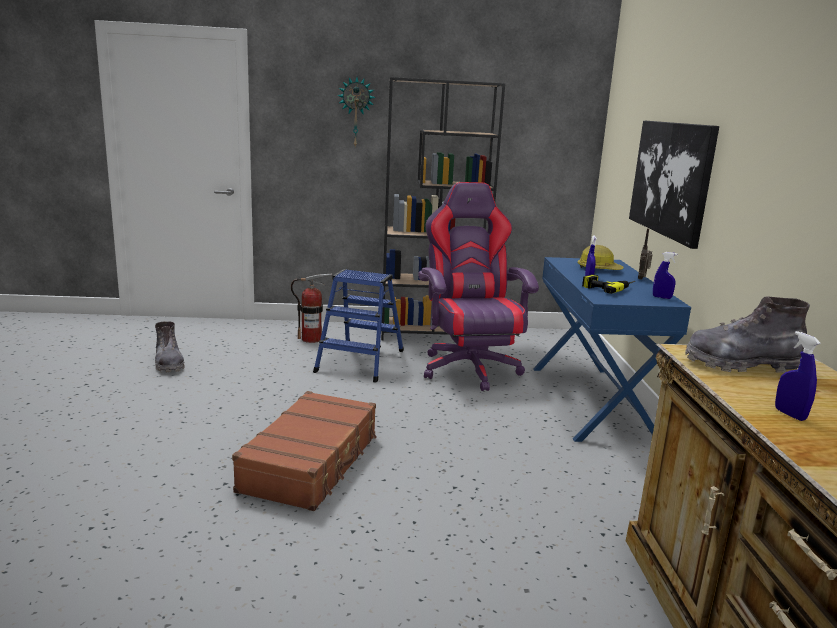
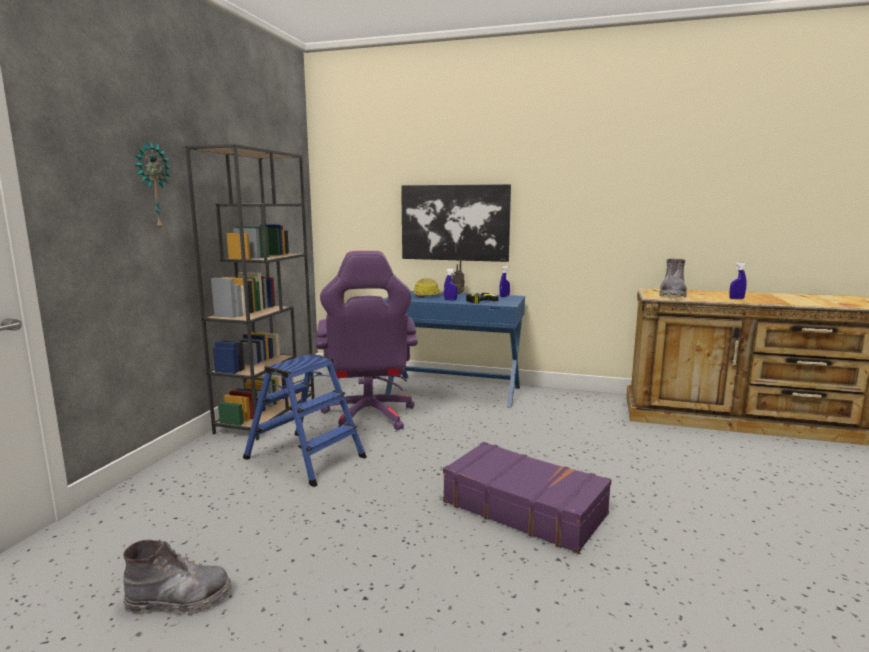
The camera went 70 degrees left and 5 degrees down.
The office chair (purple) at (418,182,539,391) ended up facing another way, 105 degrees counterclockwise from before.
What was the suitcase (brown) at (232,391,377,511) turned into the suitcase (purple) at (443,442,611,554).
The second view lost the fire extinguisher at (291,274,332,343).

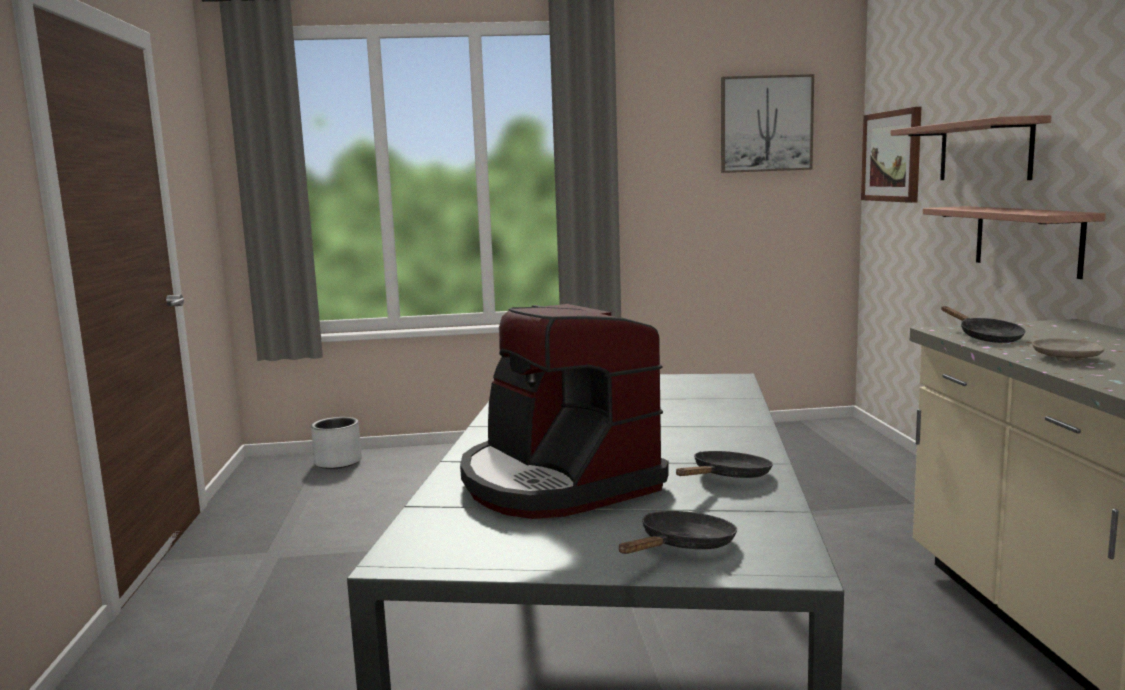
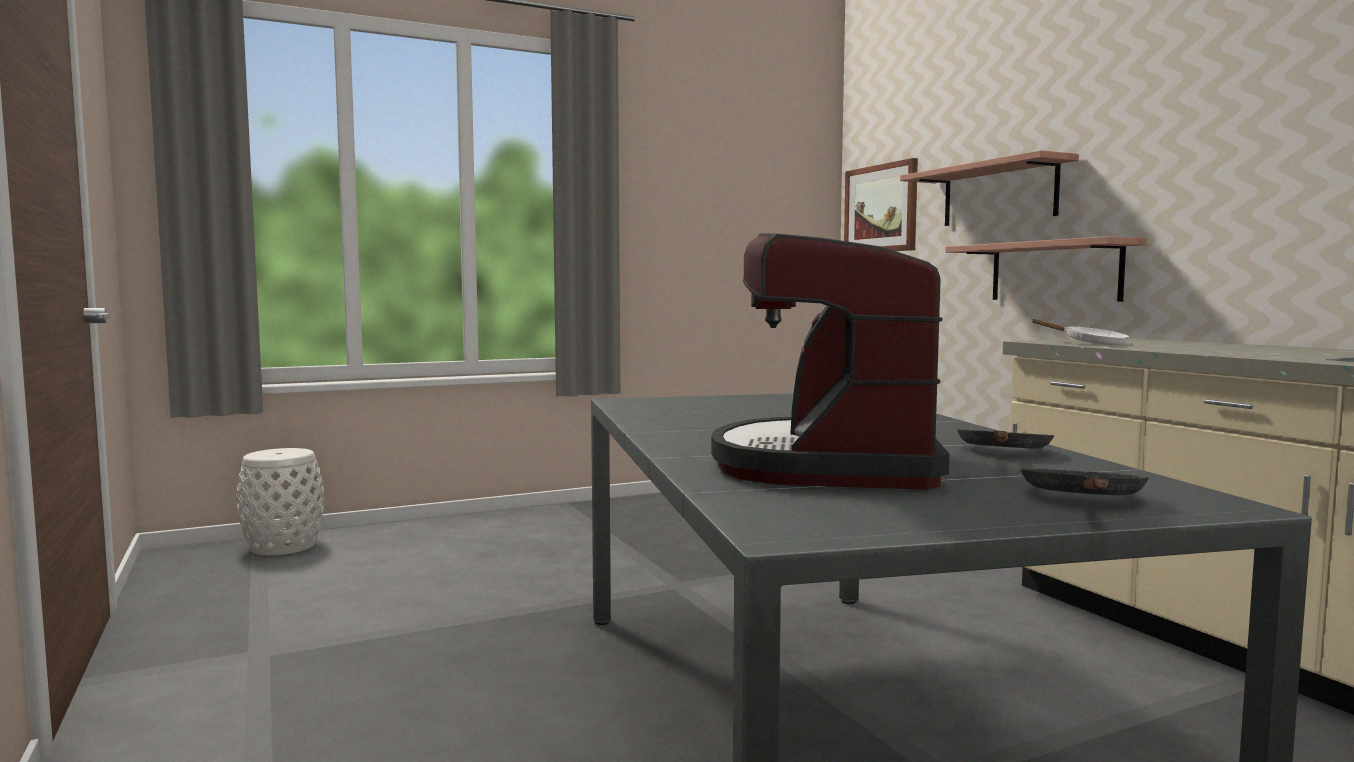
The camera went 20 degrees left and 5 degrees down.
Where the planter (grey) stood at (311,417,362,469), the stool (white) came to stand at (236,448,324,556).
The coffee machine at (460,304,669,519) ended up facing another way, 60 degrees clockwise from before.
What was the frying pan (black) at (941,306,1026,343) turned into the frying pan (white) at (1032,319,1129,345).
The second view lost the picture at (721,74,814,173).
The second view lost the plate (beige) at (1032,338,1105,361).

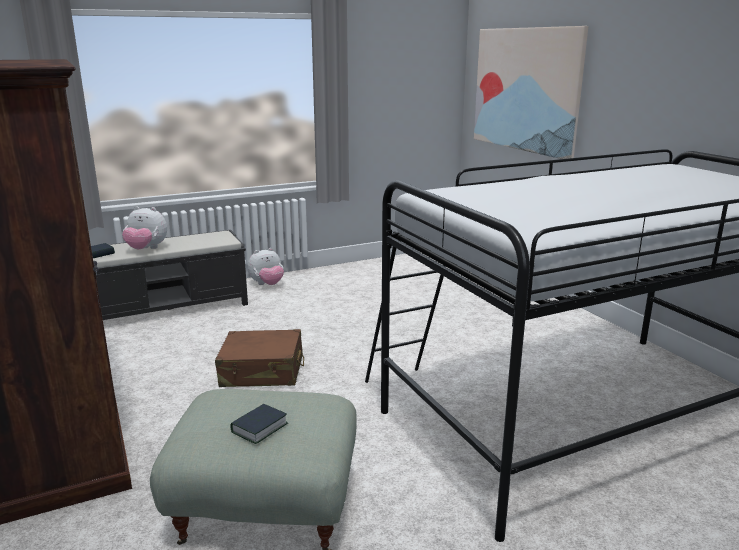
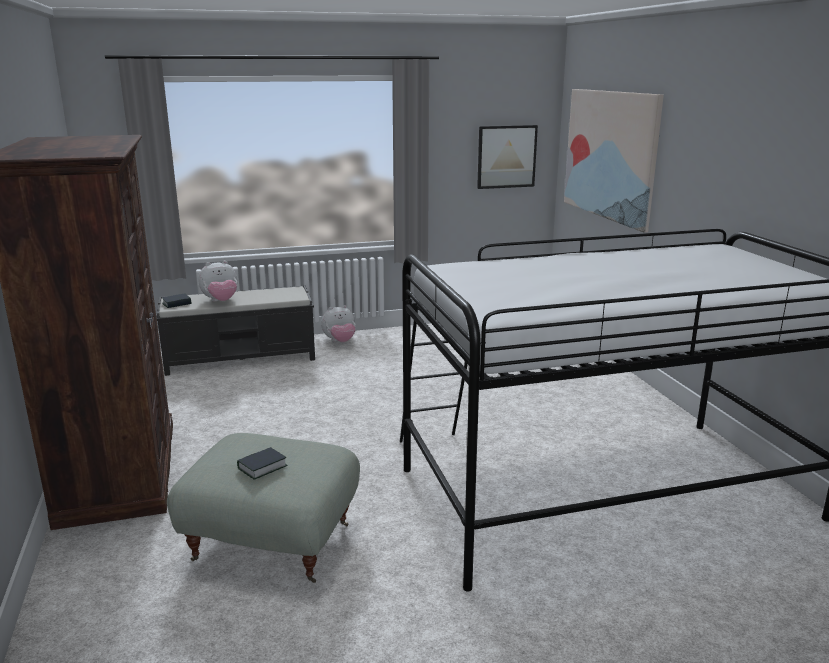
The camera went 10 degrees right and 0 degrees up.
The plush toy at (122,206,167,250) ended up facing another way, 45 degrees counterclockwise from before.
The second view gained the picture at (477,125,538,189).
The second view lost the suitcase (brown) at (215,329,304,387).

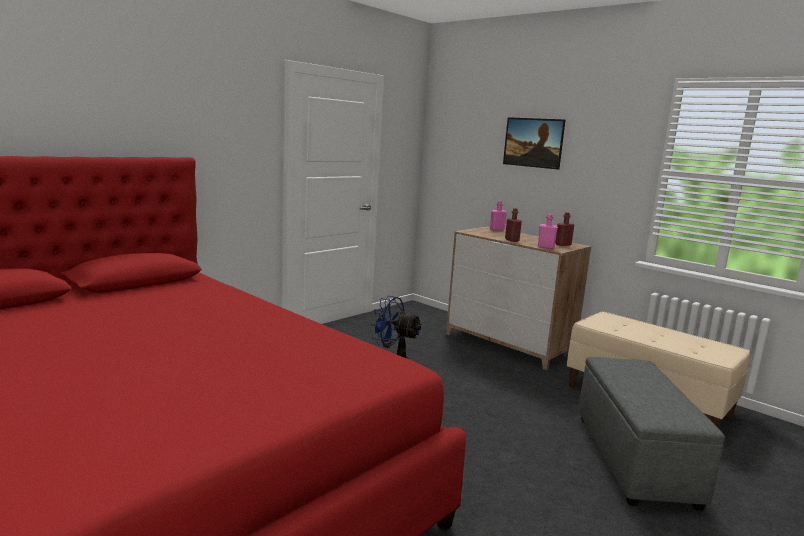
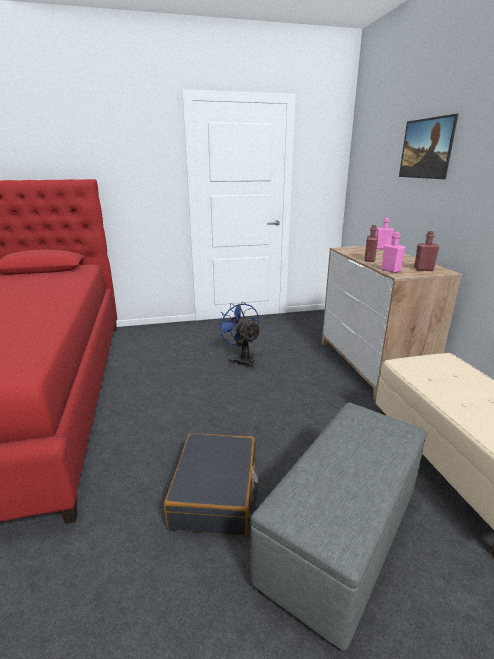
The camera went 35 degrees right and 10 degrees up.
The second view gained the suitcase (black) at (164,433,258,536).

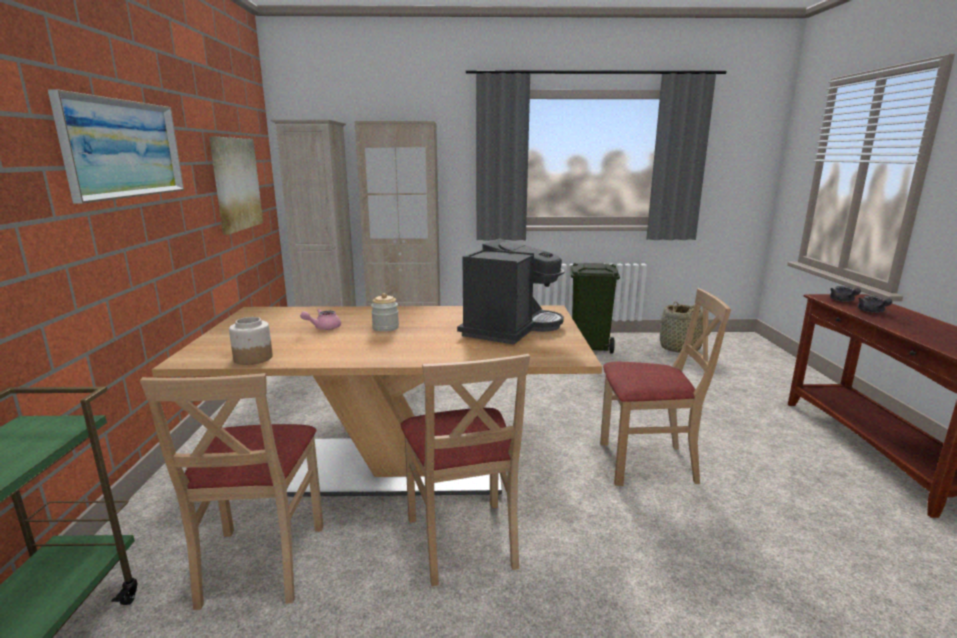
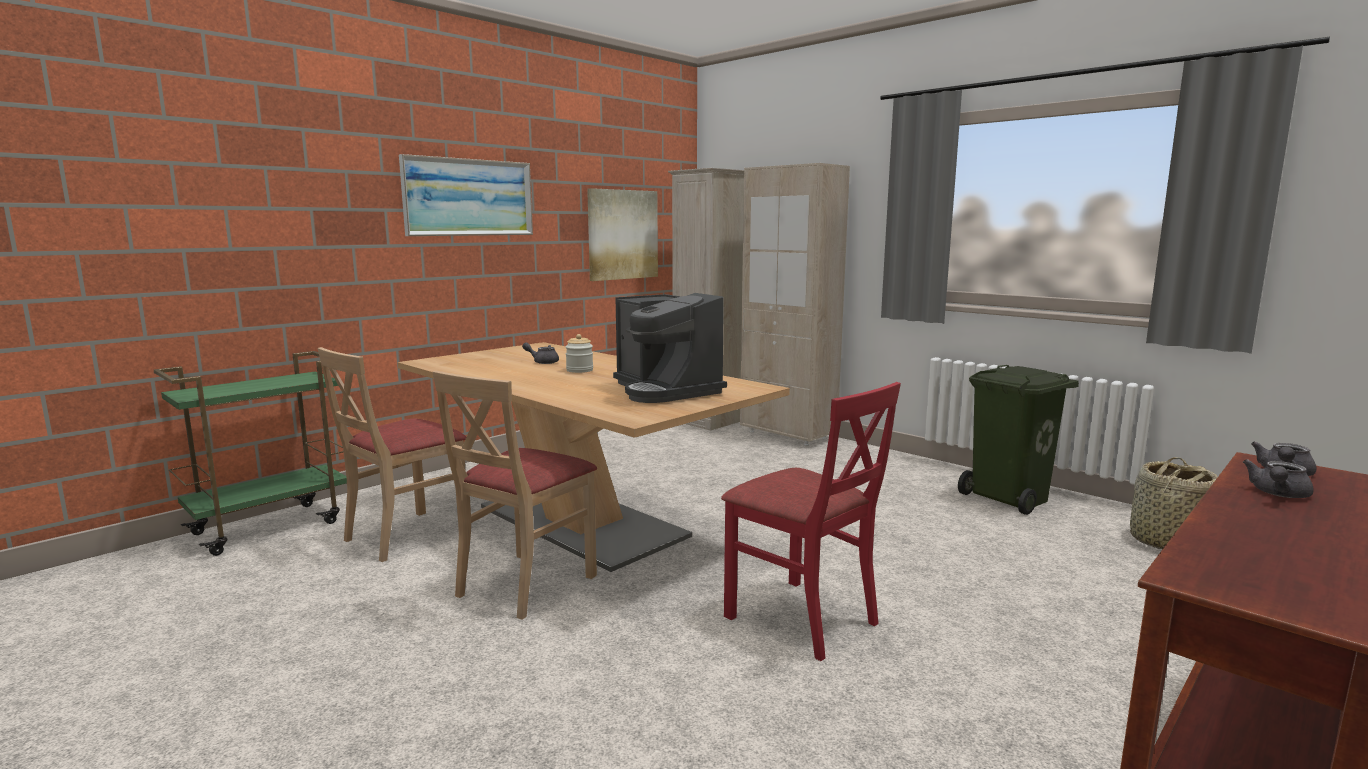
The camera went 45 degrees right and 5 degrees down.
What was the teapot (pink) at (300,309,341,330) turned into the teapot (grey) at (522,342,559,364).
The coffee machine at (457,238,565,345) ended up facing another way, 75 degrees clockwise from before.
What was the chair (beige) at (600,288,731,486) turned into the chair (red) at (721,382,901,661).
The second view lost the jar at (229,317,273,365).

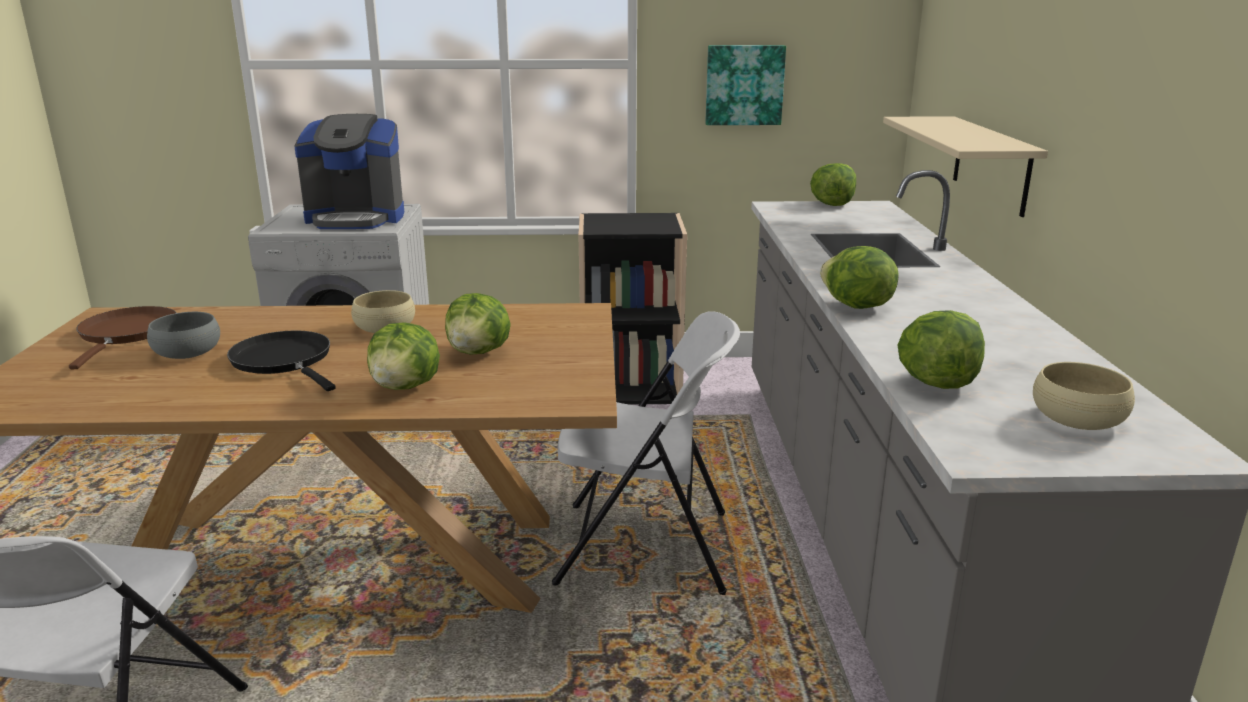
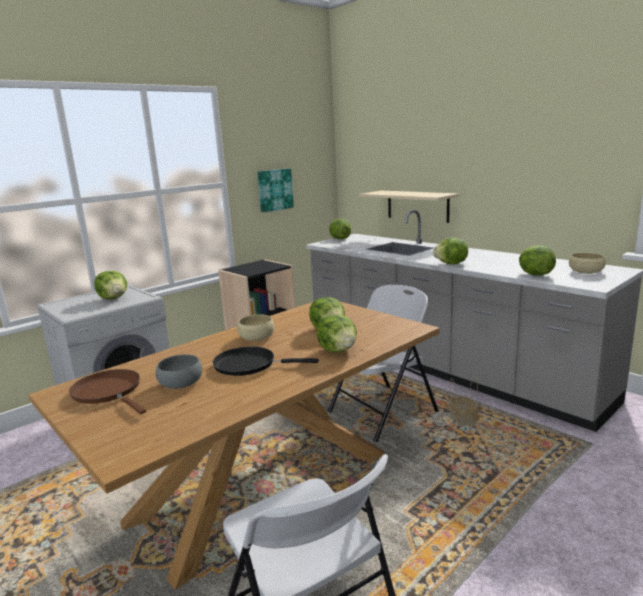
The camera went 40 degrees left and 5 degrees down.
Where the coffee machine stood at (294,114,404,229), the lettuce came to stand at (94,271,127,300).
The second view gained the basket at (449,375,478,426).

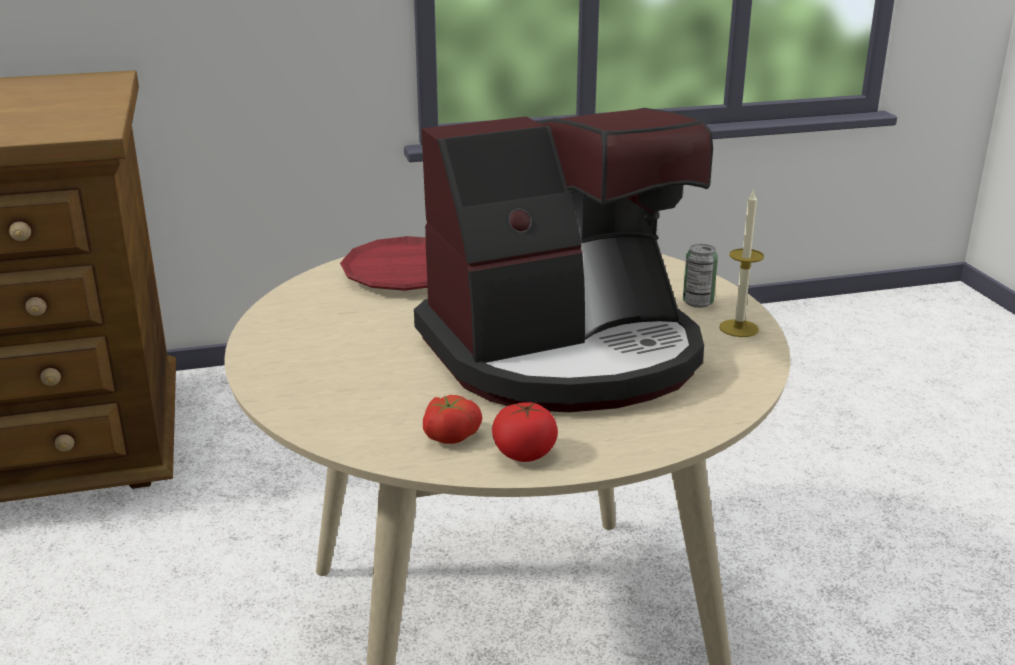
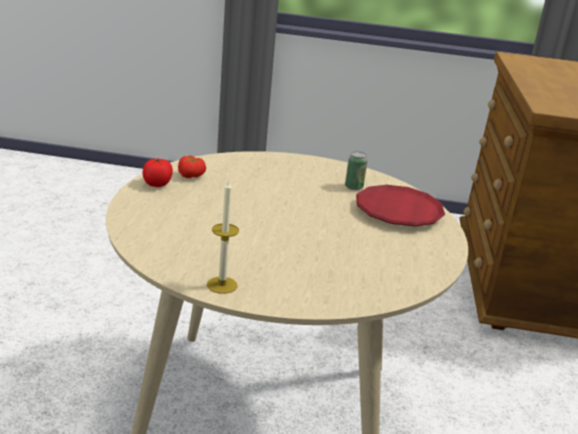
The camera went 110 degrees right and 0 degrees up.
The can ended up elsewhere, having gone from (683,244,718,308) to (345,151,368,190).
The second view lost the coffee machine at (414,108,713,412).

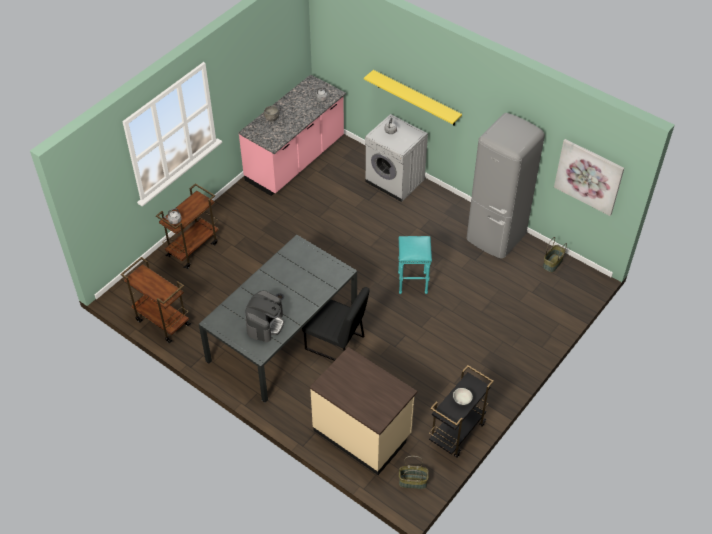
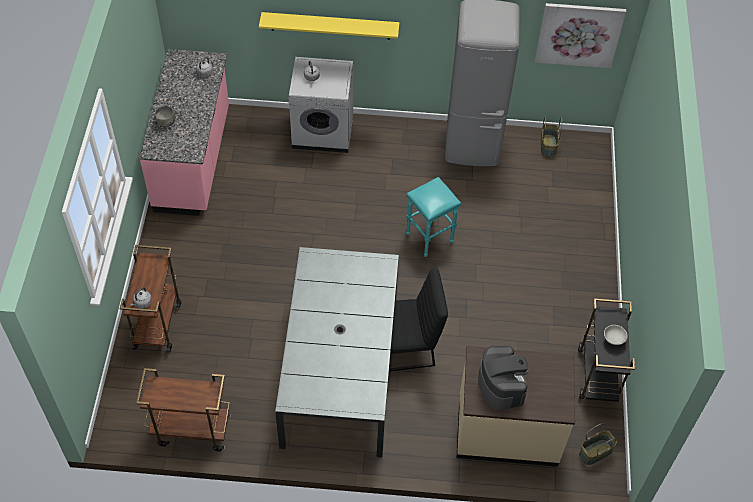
The camera went 35 degrees left and 5 degrees up.
The coffee machine ended up elsewhere, having gone from (246,290,284,342) to (478,346,528,411).

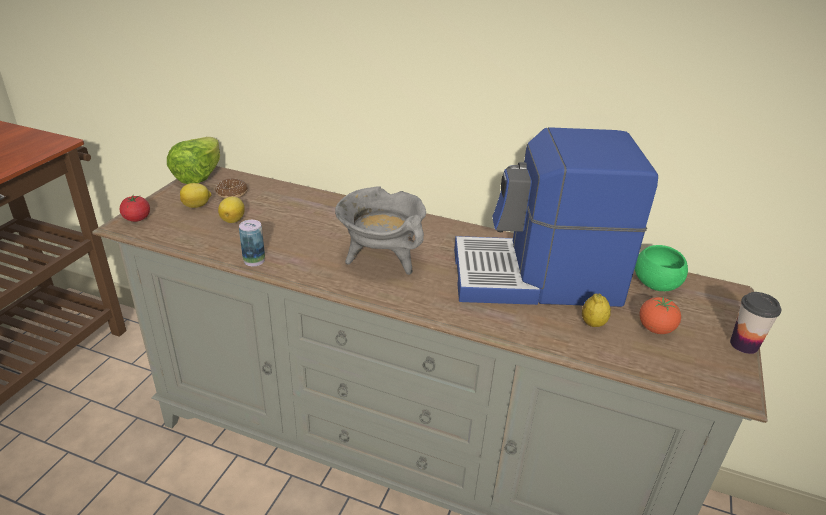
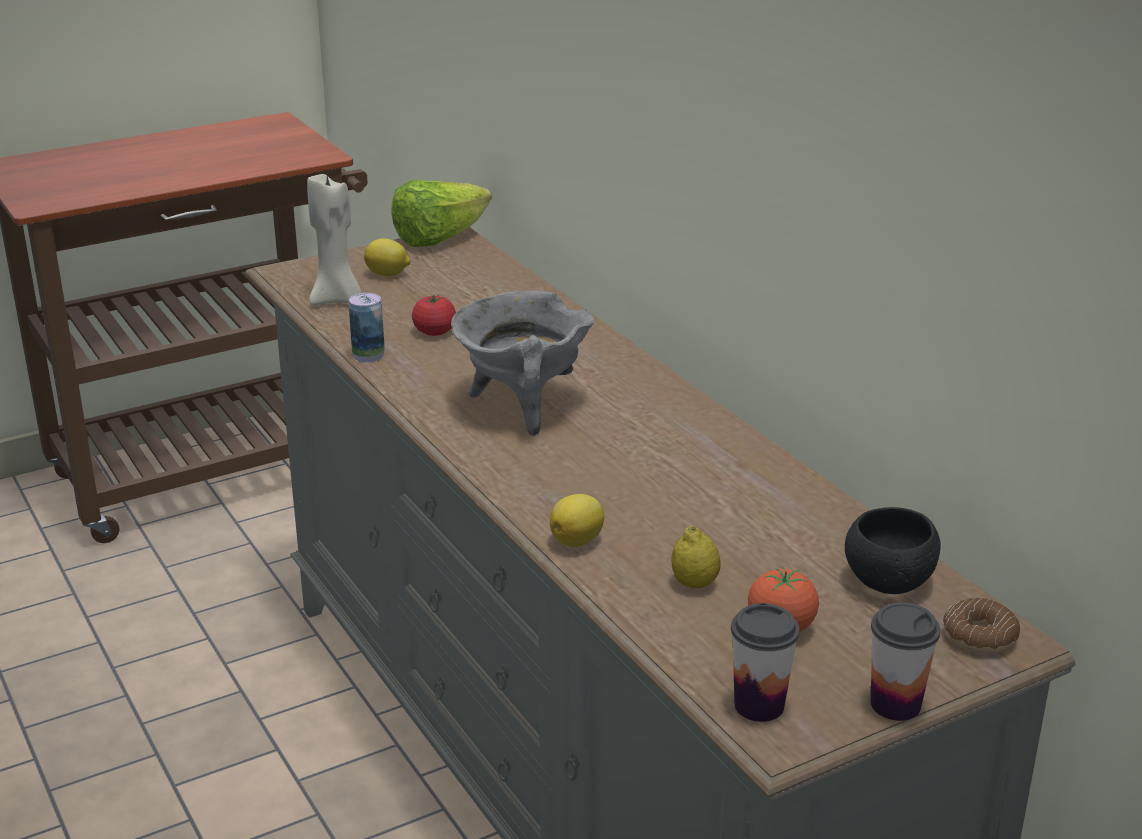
The camera went 40 degrees right and 5 degrees down.
The second view gained the candle (beige) at (307,174,362,305).
The tomato ended up elsewhere, having gone from (119,195,150,222) to (412,294,456,336).
The lemon ended up elsewhere, having gone from (218,197,245,223) to (550,494,604,547).
The second view gained the cup at (731,603,800,722).
What was the bowl (green) at (635,245,688,291) turned into the bowl (black) at (845,507,941,594).
The donut ended up elsewhere, having gone from (215,178,248,199) to (943,598,1020,654).
The second view lost the coffee machine at (454,127,658,307).

